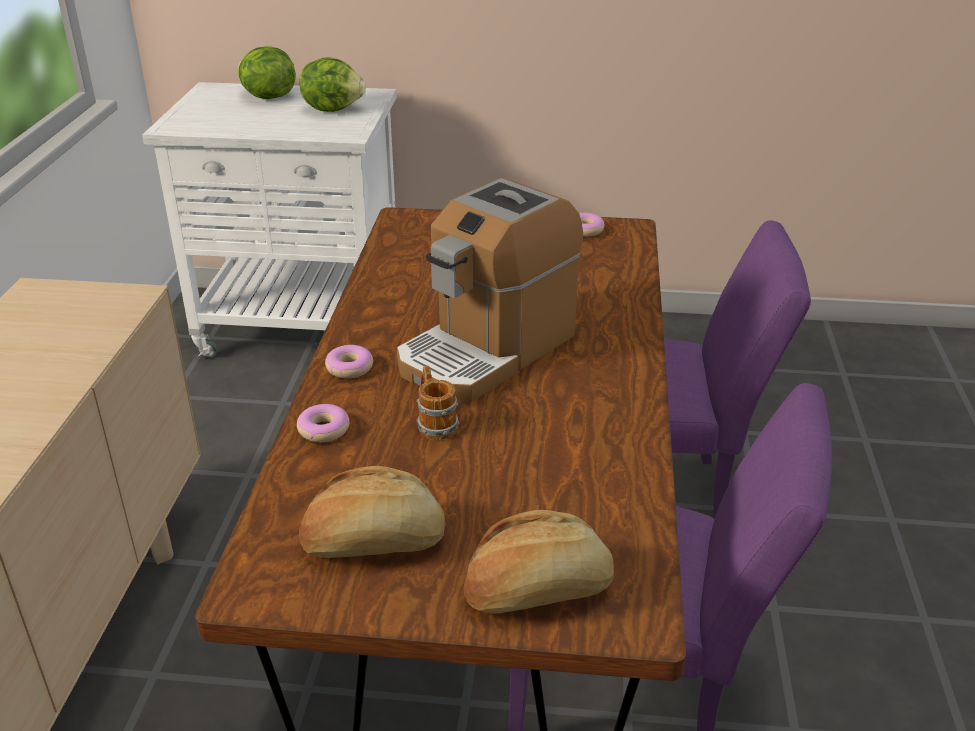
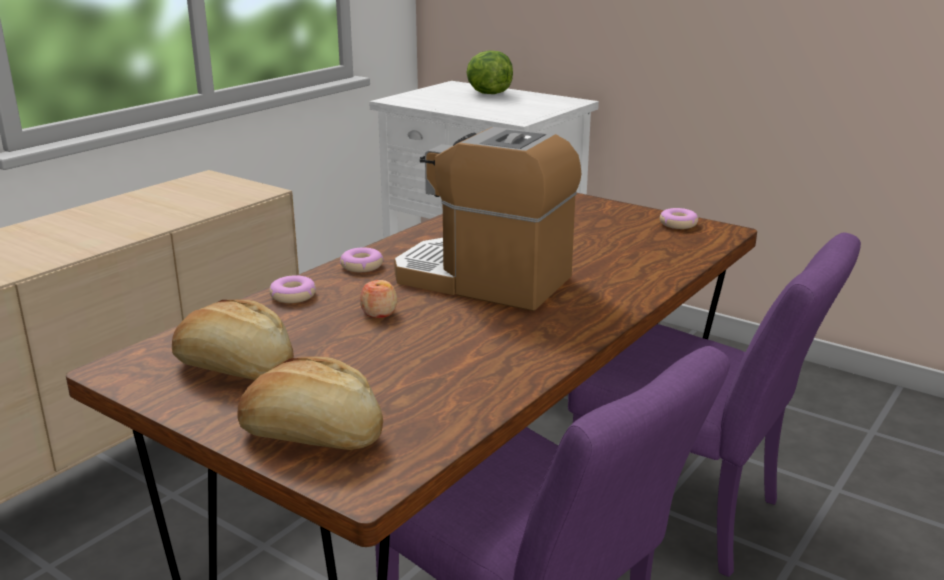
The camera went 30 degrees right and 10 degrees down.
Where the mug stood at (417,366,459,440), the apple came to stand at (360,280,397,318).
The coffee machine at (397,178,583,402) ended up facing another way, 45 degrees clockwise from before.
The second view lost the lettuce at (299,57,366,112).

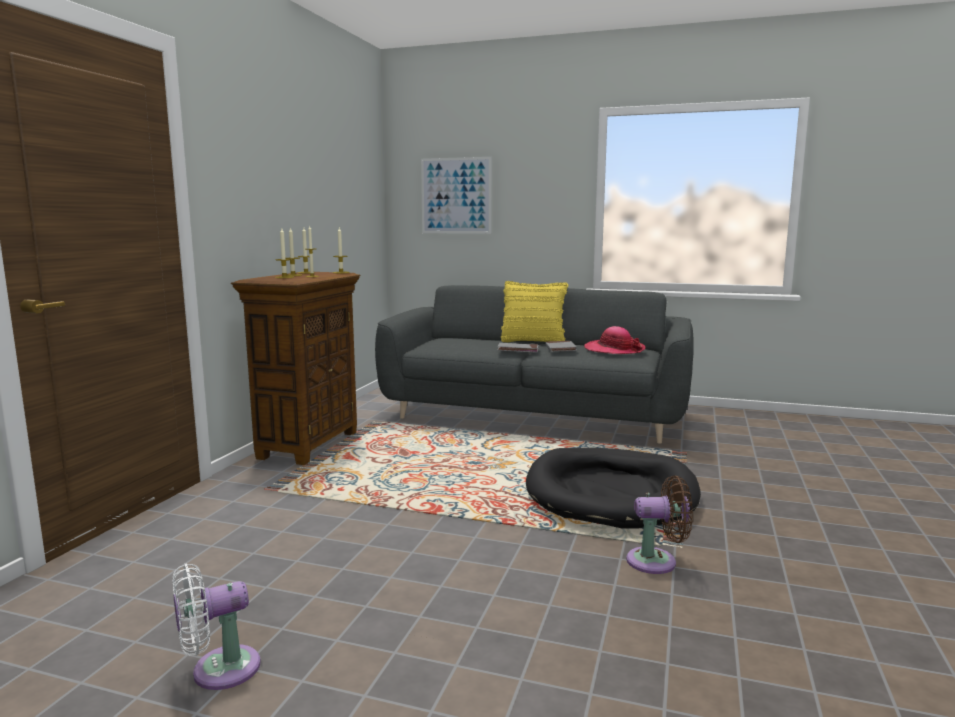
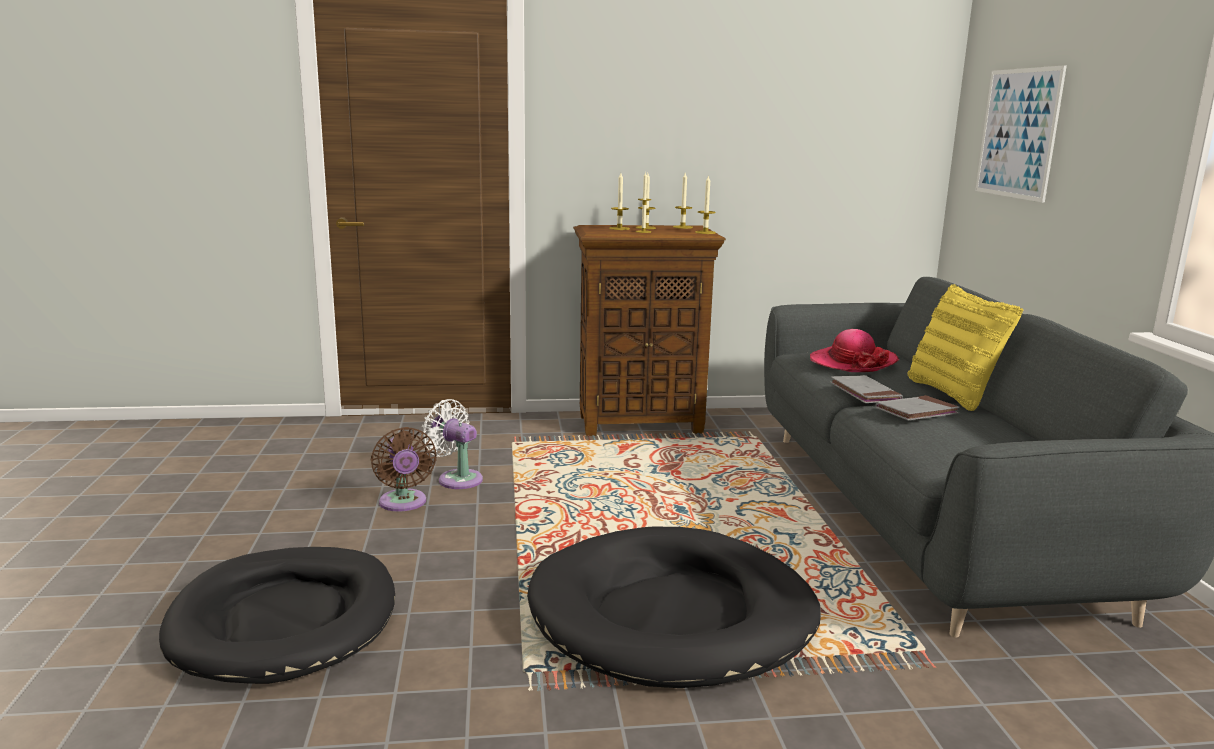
The camera went 65 degrees right and 5 degrees up.
The second view gained the dog bed (black) at (159,547,395,684).
The fan (brown) ended up elsewhere, having gone from (626,476,693,574) to (371,427,437,512).
The fan (white) ended up elsewhere, having gone from (173,564,260,690) to (422,399,483,489).
The hat ended up elsewhere, having gone from (584,326,646,354) to (810,329,899,372).

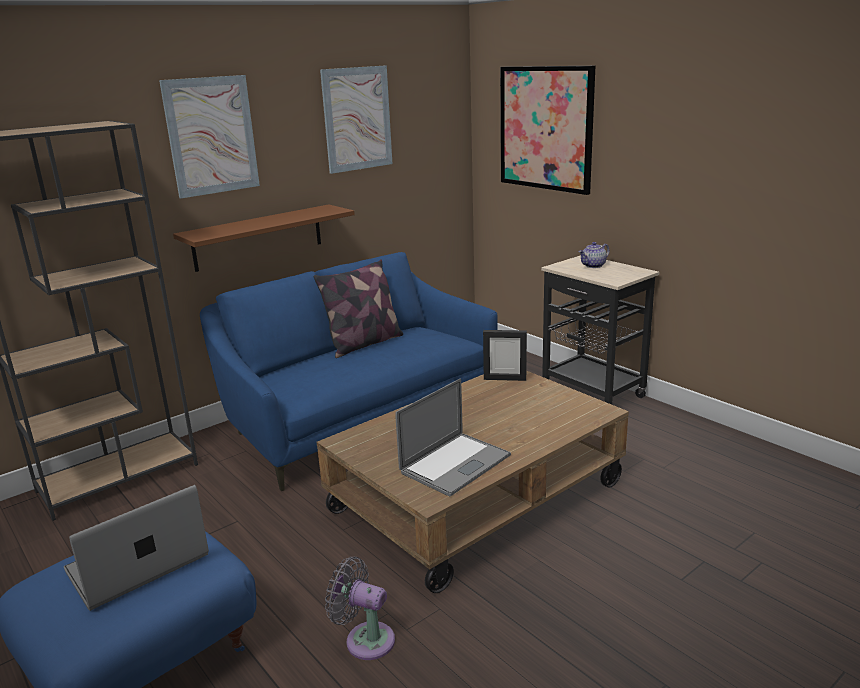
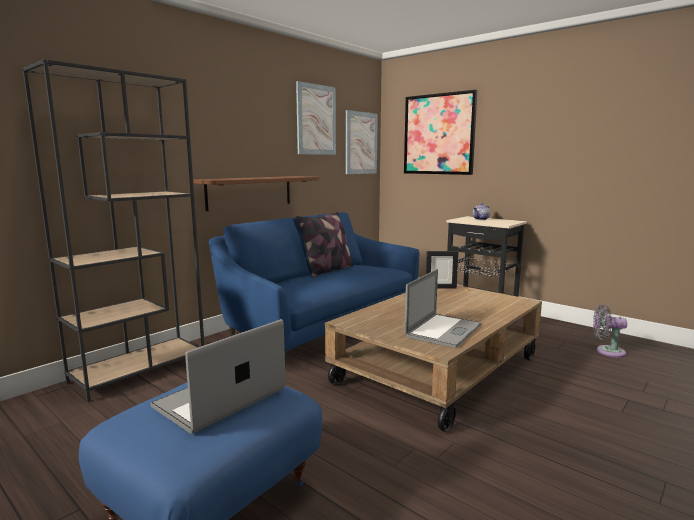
The camera went 10 degrees left and 10 degrees down.
The picture ended up elsewhere, having gone from (159,75,260,199) to (346,110,378,174).
The fan (grey) ended up elsewhere, having gone from (325,556,395,660) to (593,305,627,358).

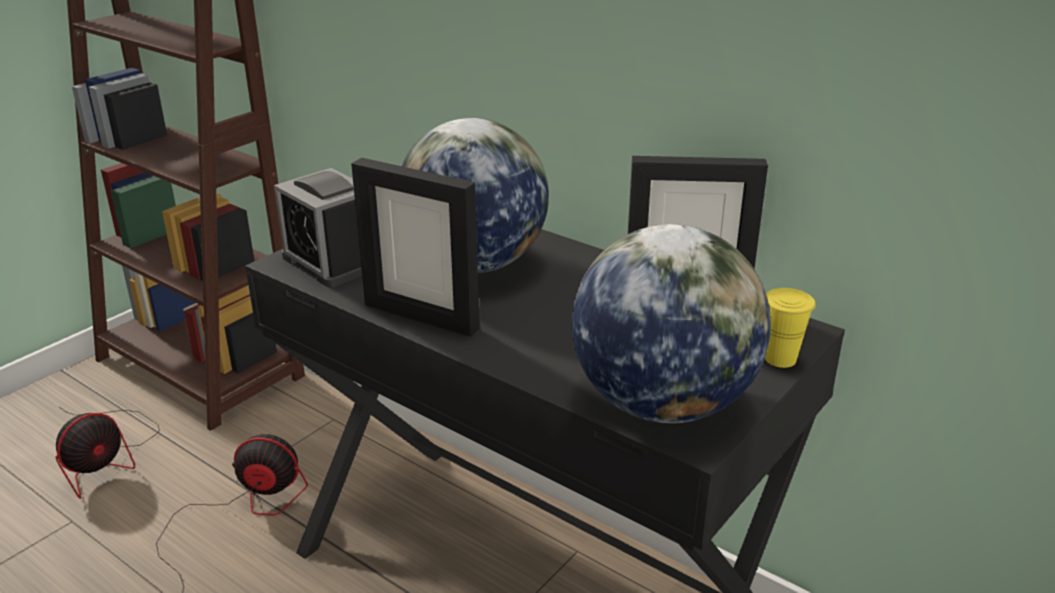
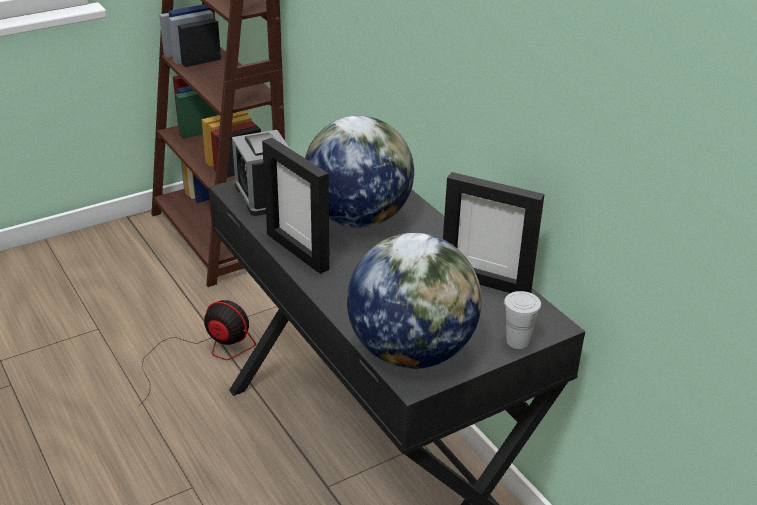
The camera went 20 degrees right and 5 degrees up.
What was the cup (yellow) at (765,288,816,368) turned into the cup (white) at (504,291,541,349).
The second view lost the fan at (55,407,160,499).

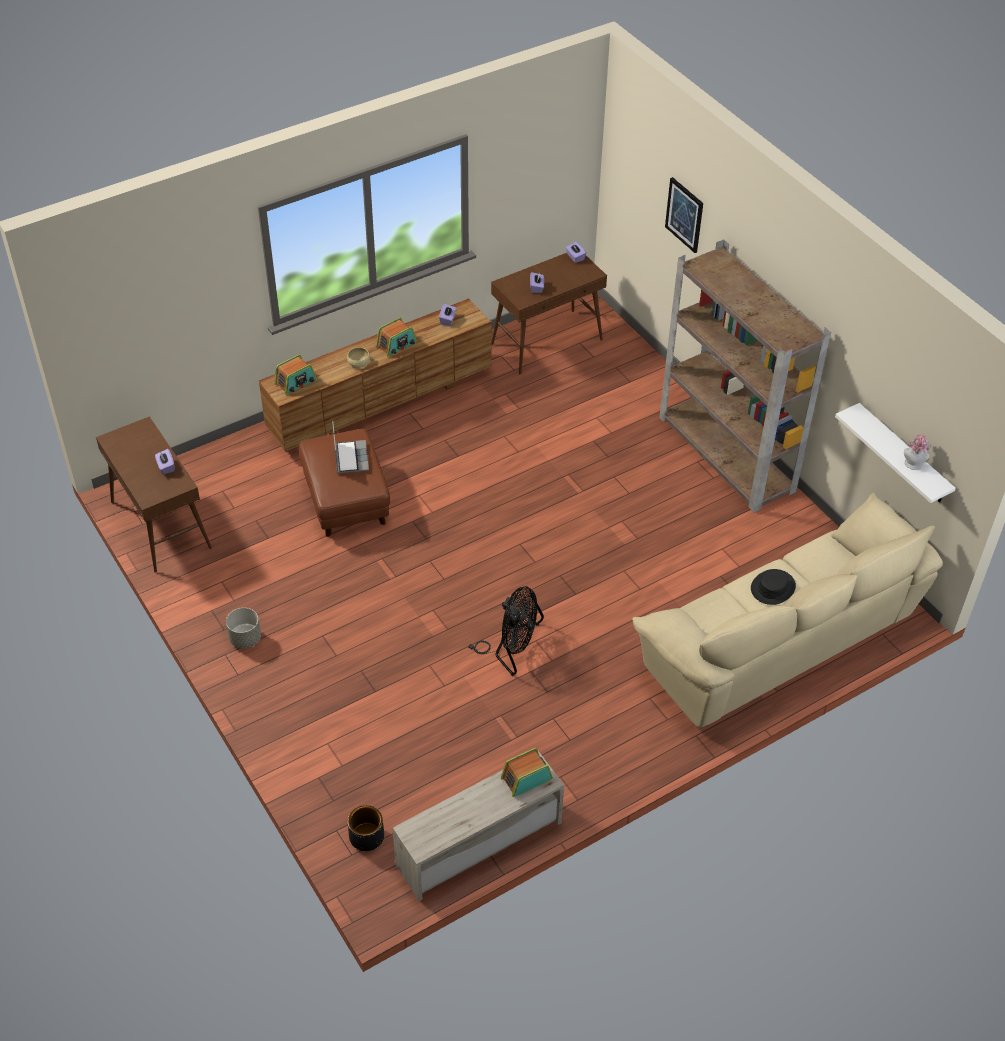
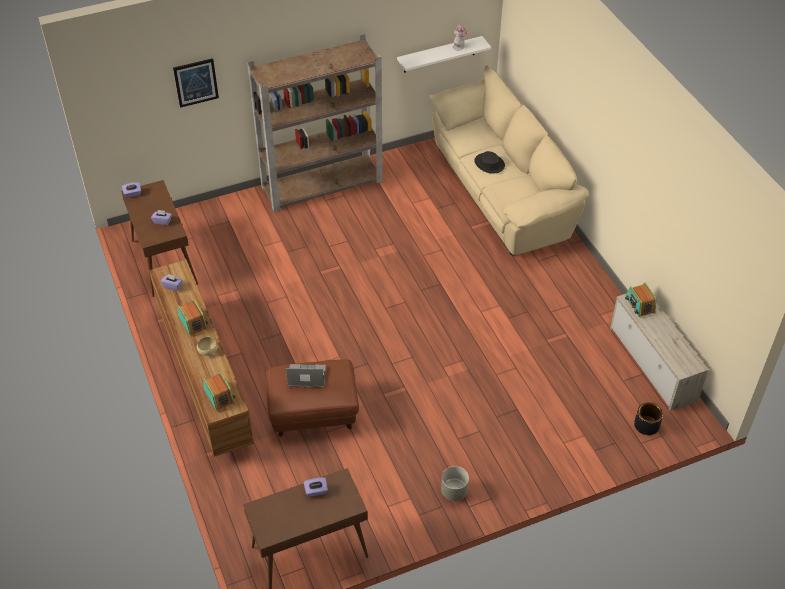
The camera went 80 degrees left and 0 degrees up.
The second view lost the fan (black) at (468,586,544,676).

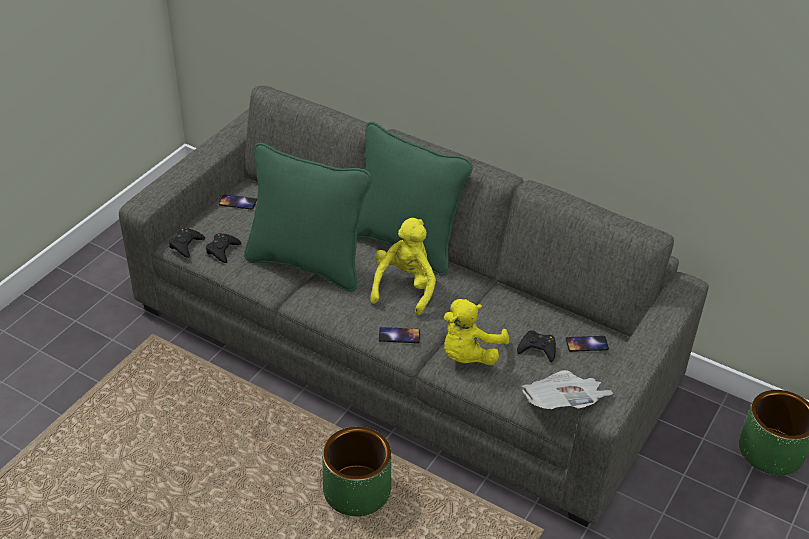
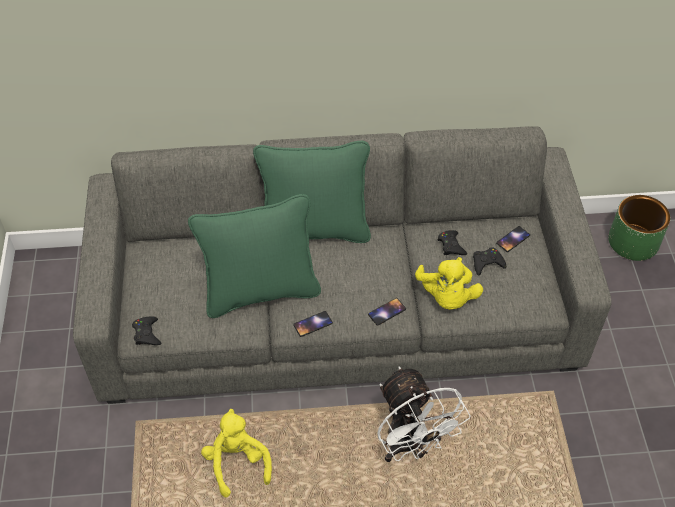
The camera went 35 degrees left and 10 degrees up.
The plush toy (yellow) ended up elsewhere, having gone from (370,218,436,315) to (201,409,272,497).
The phone ended up elsewhere, having gone from (219,194,257,210) to (293,311,333,337).
Where the planter (green) stood at (322,427,391,516), the fan (white) came to stand at (377,367,471,462).
The game controller (black) ended up elsewhere, having gone from (206,233,242,263) to (438,230,467,255).
The second view lost the newspaper at (522,370,613,409).

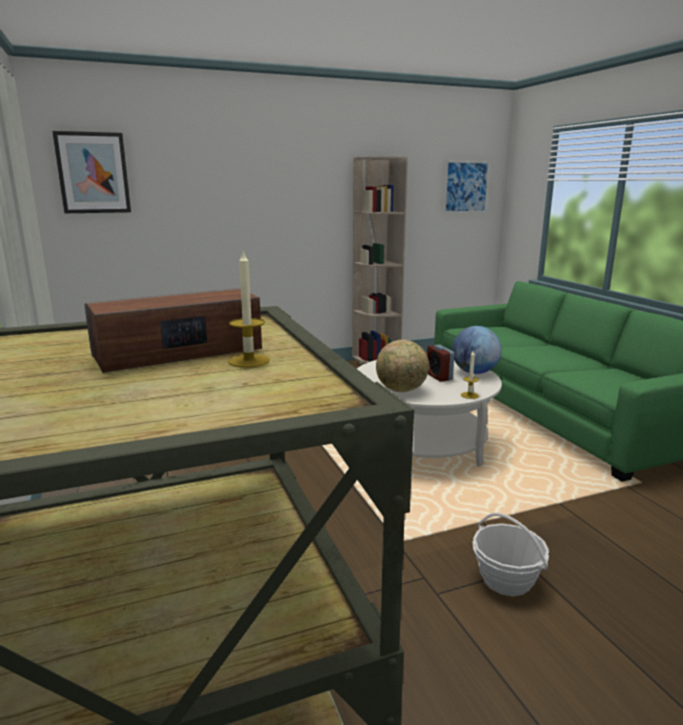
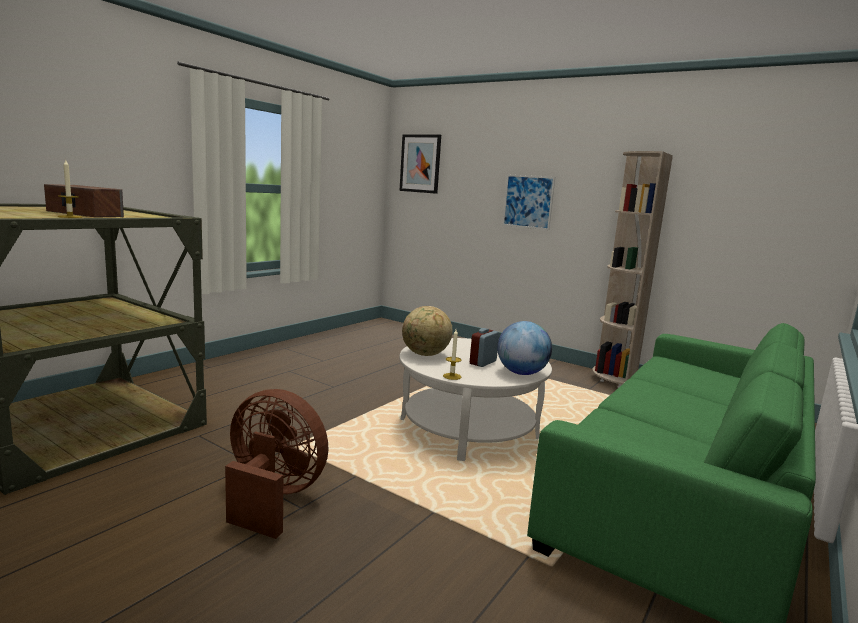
The camera went 55 degrees right and 5 degrees down.
Where the basket stood at (473,513,549,596), the fan (brown) came to stand at (225,389,329,539).
The picture ended up elsewhere, having gone from (444,161,490,213) to (502,174,555,230).

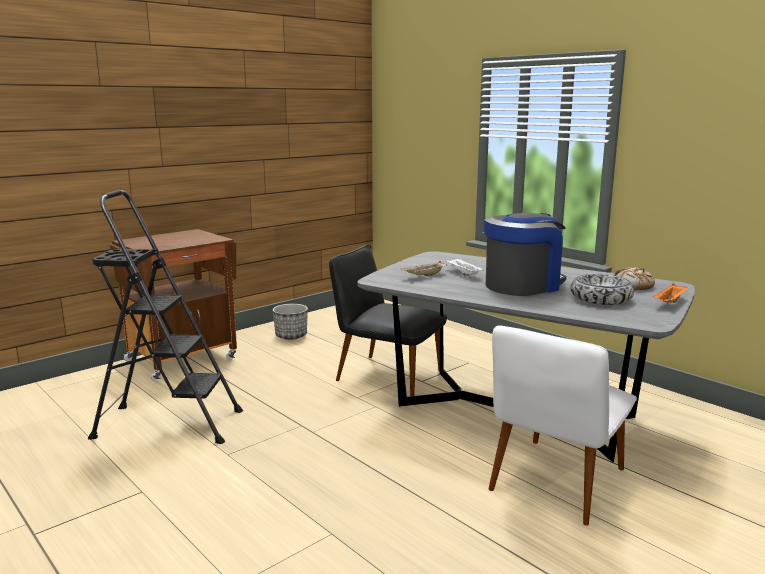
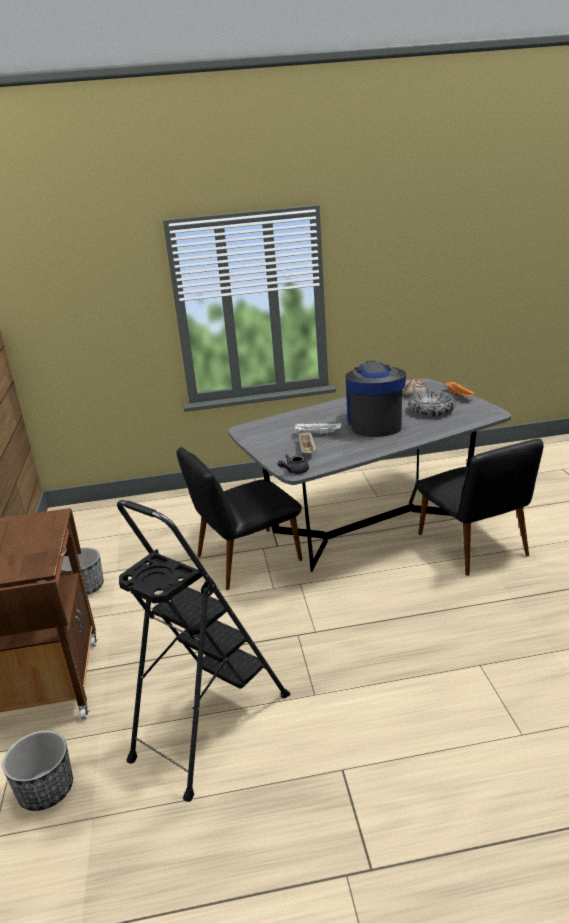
The camera went 55 degrees left and 10 degrees up.
The second view gained the planter at (2,730,73,811).
The second view gained the teapot (grey) at (277,454,309,474).
What was the chair (white) at (489,325,637,526) turned into the chair (black) at (415,439,544,576).

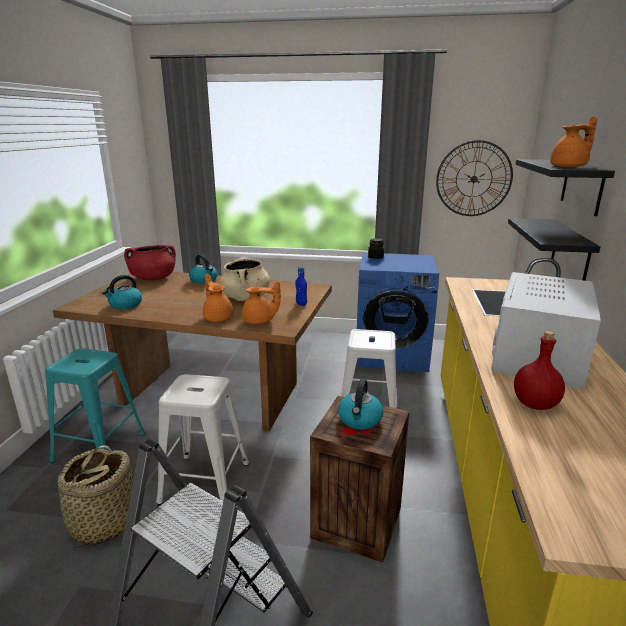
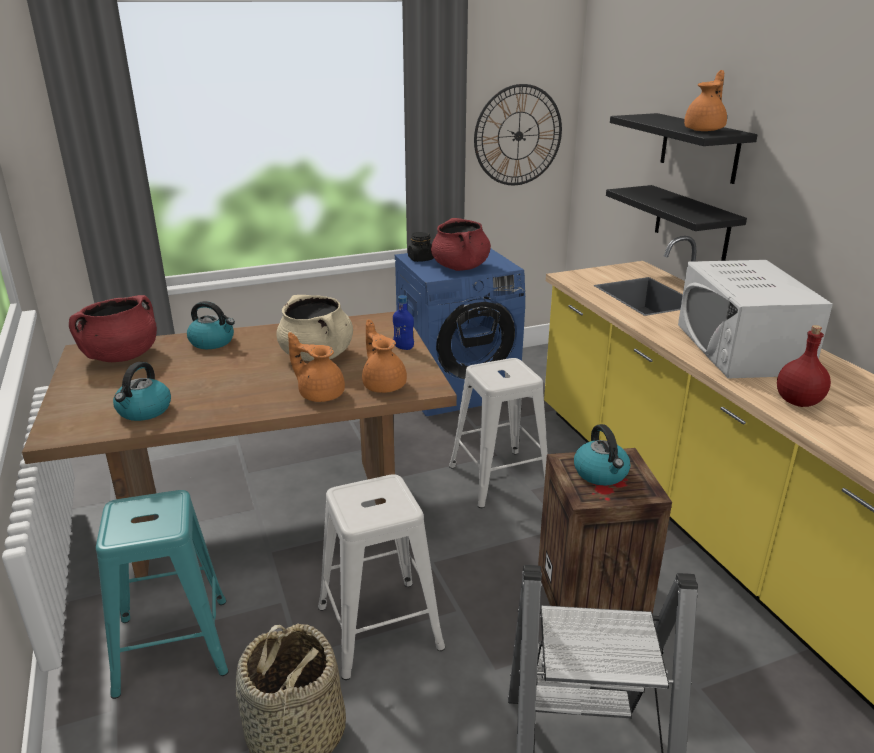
The camera went 30 degrees left and 5 degrees up.
The teapot (orange) at (242,281,281,324) ended up facing another way, 90 degrees counterclockwise from before.
The second view gained the cooking pot (red) at (431,218,491,271).

